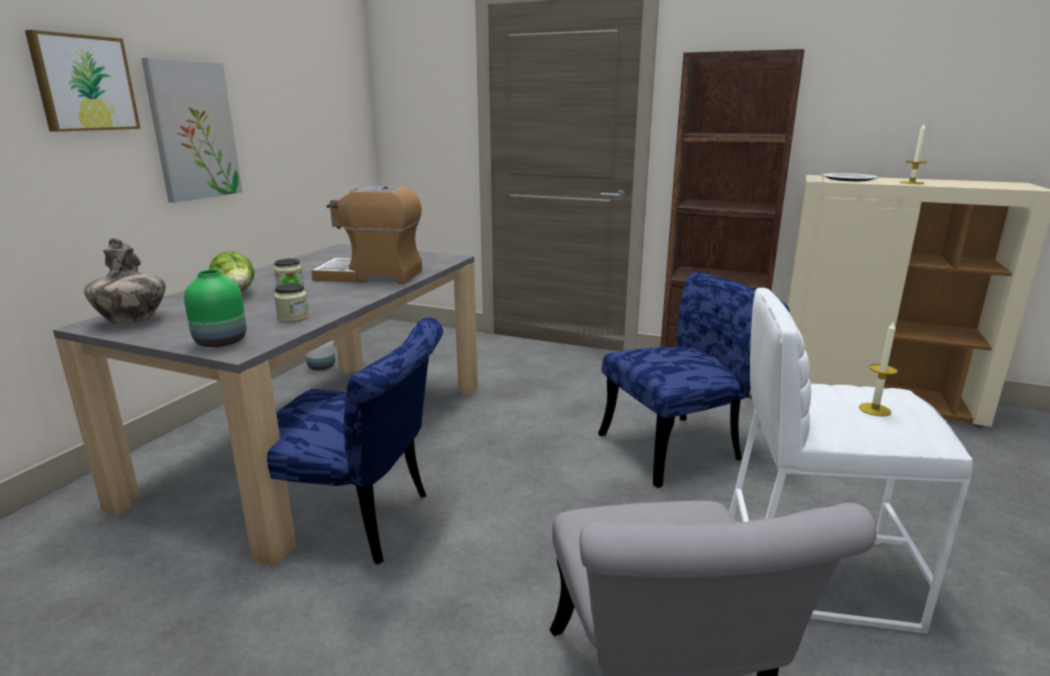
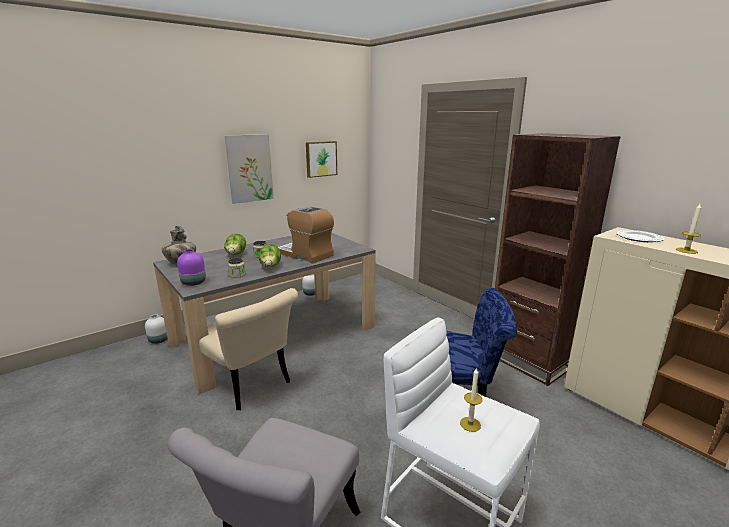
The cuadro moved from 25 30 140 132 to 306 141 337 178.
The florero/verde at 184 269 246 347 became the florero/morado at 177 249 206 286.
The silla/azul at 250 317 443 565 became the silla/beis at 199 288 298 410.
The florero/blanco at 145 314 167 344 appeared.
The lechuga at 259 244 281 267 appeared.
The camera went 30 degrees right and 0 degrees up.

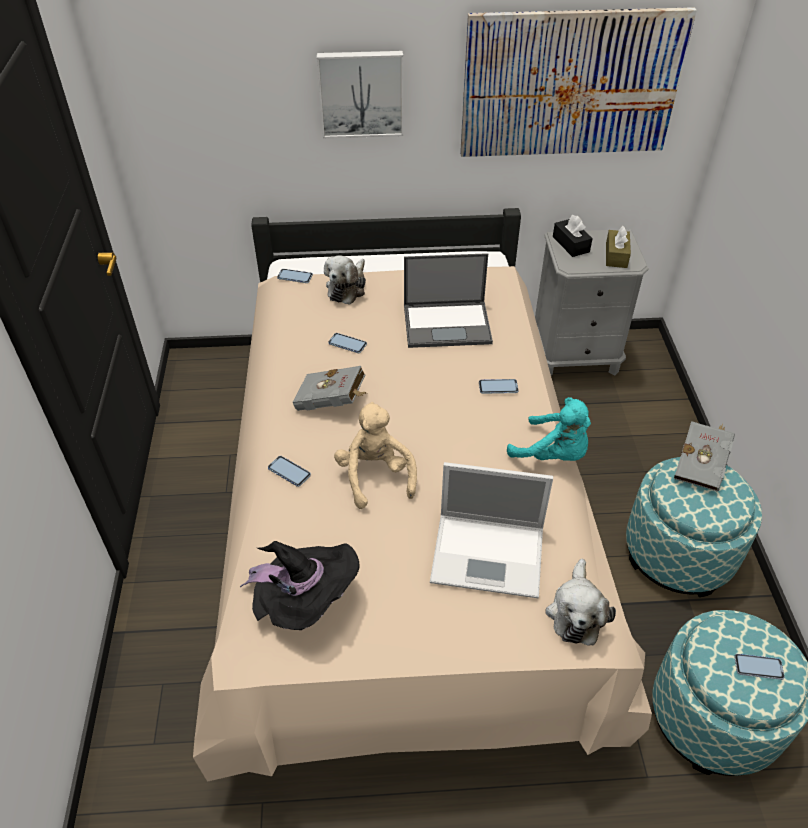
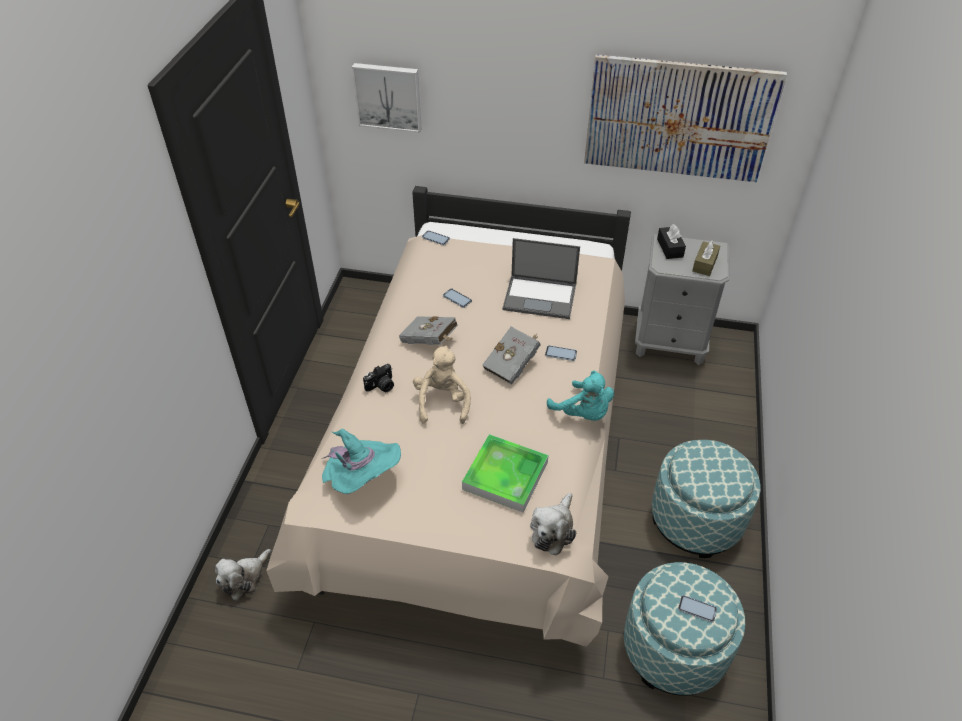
The sombrero/negro at 240 541 360 630 became the sombrero/turquesa at 322 429 401 494.
The móvil at 268 456 311 487 was replaced by the cámara at 363 364 394 392.
The cuadro moved from 317 51 403 138 to 352 63 422 133.
The peluche moved from 324 255 366 305 to 215 549 271 601.
The portátil at 430 462 553 598 was replaced by the bandeja at 462 434 549 512.
The libro/gris moved from 674 421 735 491 to 482 327 540 385.
The camera went 15 degrees right and 0 degrees up.

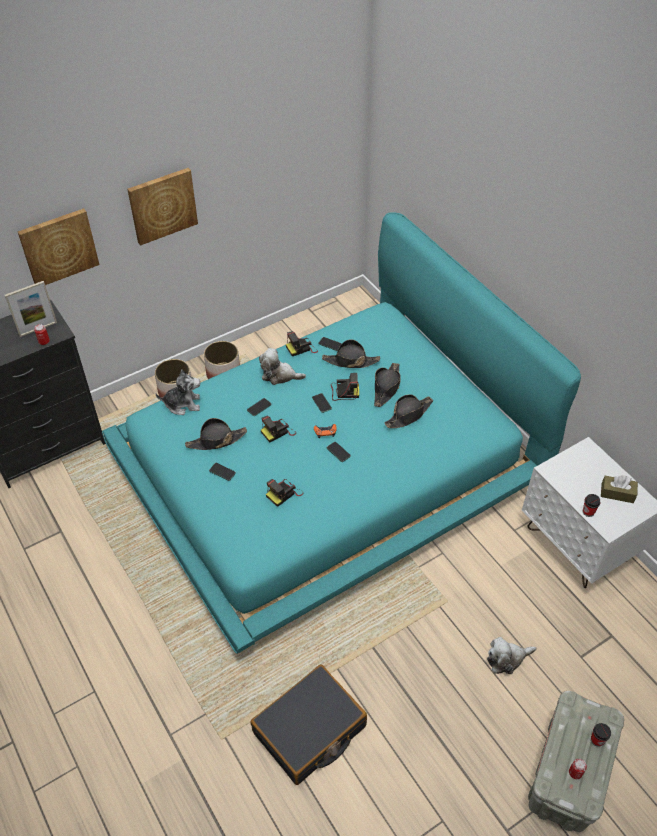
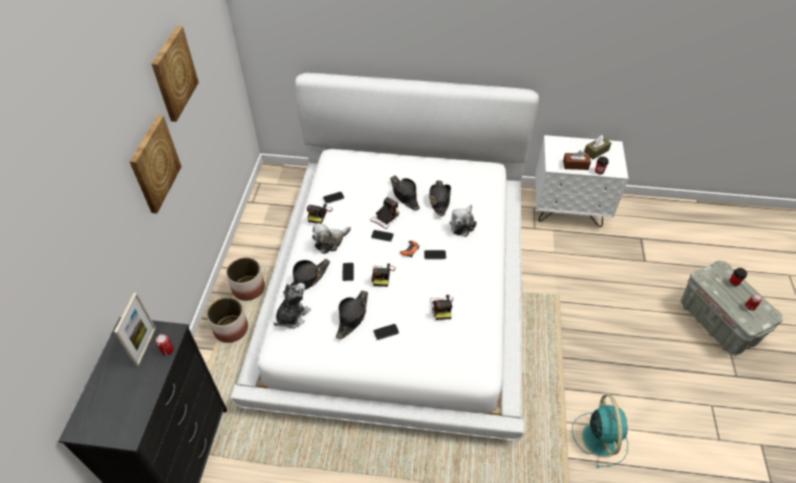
The cuadro moved from 18 208 99 285 to 151 26 199 122.
The cama/turquesa at 102 212 581 654 became the cama/blanco at 230 73 539 440.
The maleta/negro at 251 664 367 785 was replaced by the ventilador/turquesa at 572 395 628 468.
The sombrero/negro moved from 322 339 380 368 to 283 258 330 294.
The peluche moved from 487 637 536 674 to 450 205 477 237.
The caja de pañuelos/marrón at 563 150 591 170 appeared.
The camera went 50 degrees left and 0 degrees up.

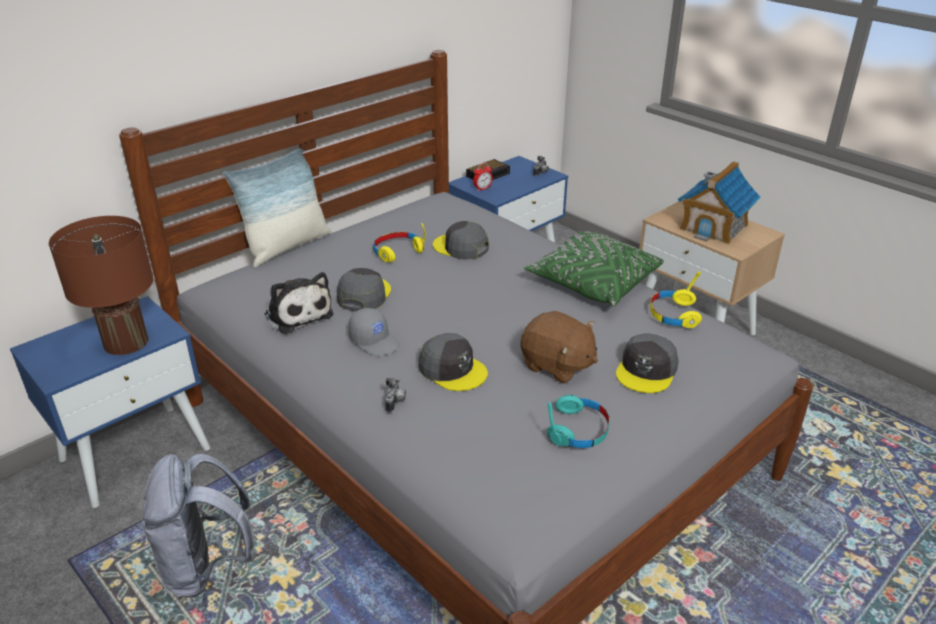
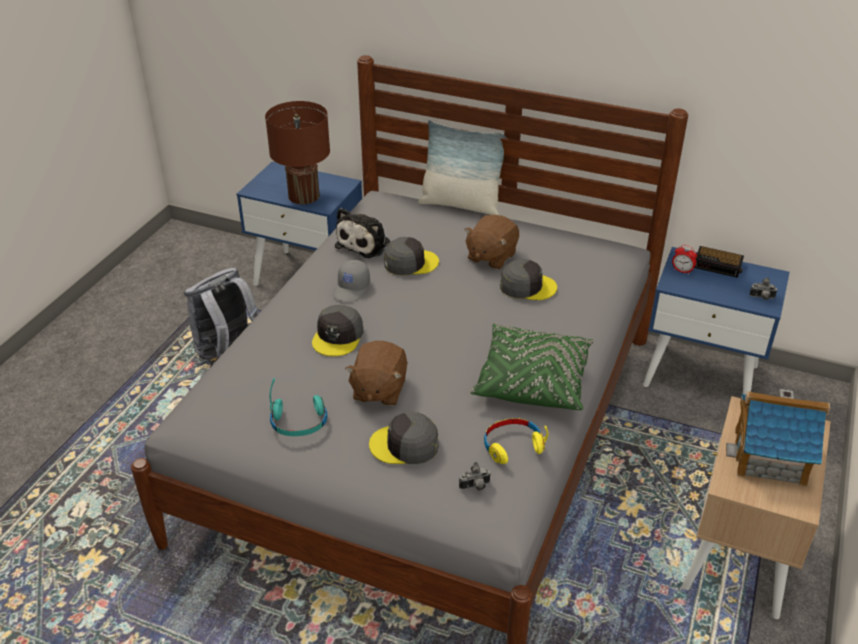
The auriculares/amarillo at 373 223 426 262 was replaced by the peluche/marrón at 464 215 519 269.
The cámara moved from 385 378 406 413 to 459 462 491 490.
The gorra/gris at 433 221 489 260 turned 90 degrees clockwise.
The camera went 65 degrees right and 5 degrees up.

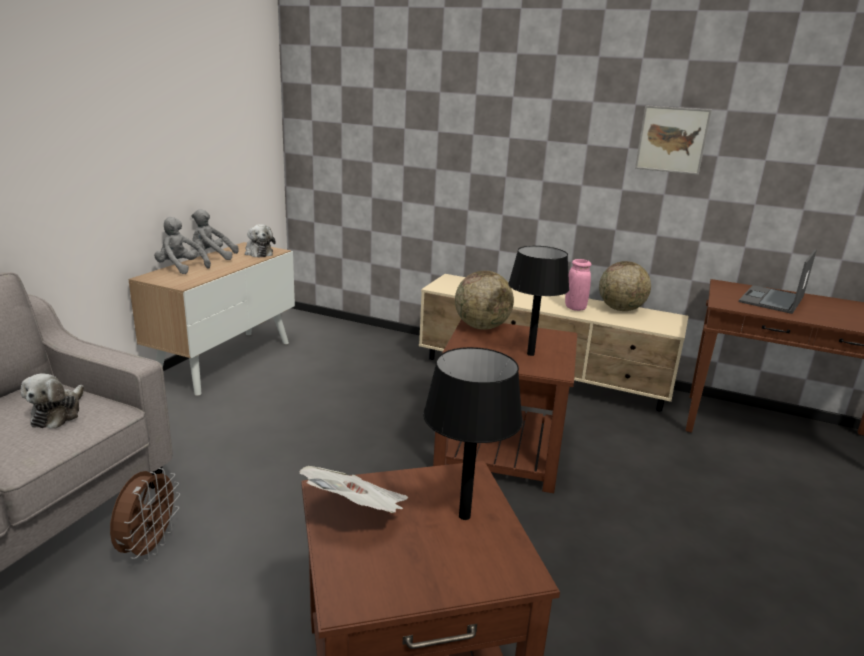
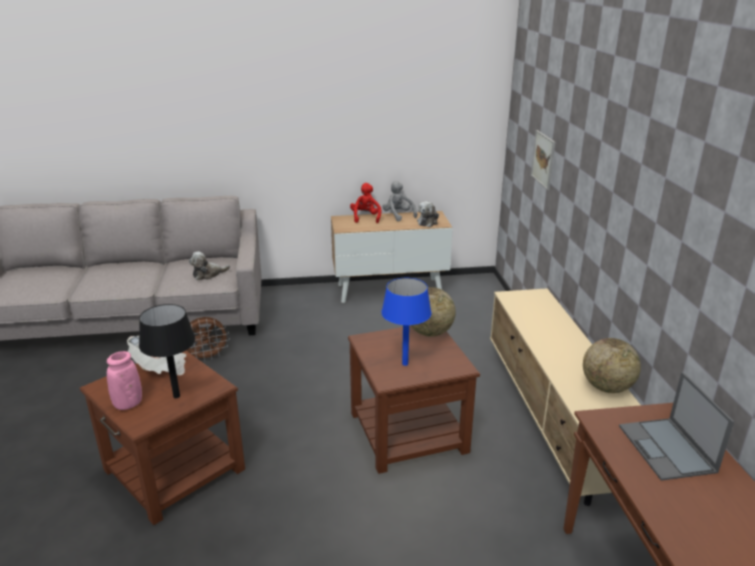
The peluche/gris at 154 217 211 274 became the peluche/rojo at 350 183 381 224.
The lámpara de mesa/negro at 508 246 569 356 became the lámpara de mesa/azul at 381 278 431 366.
The florero/rosa moved from 565 259 591 311 to 107 351 142 410.
The cuadro moved from 635 105 712 175 to 531 130 555 190.
The portátil at 739 249 817 314 turned 105 degrees counterclockwise.
The camera went 60 degrees right and 5 degrees up.

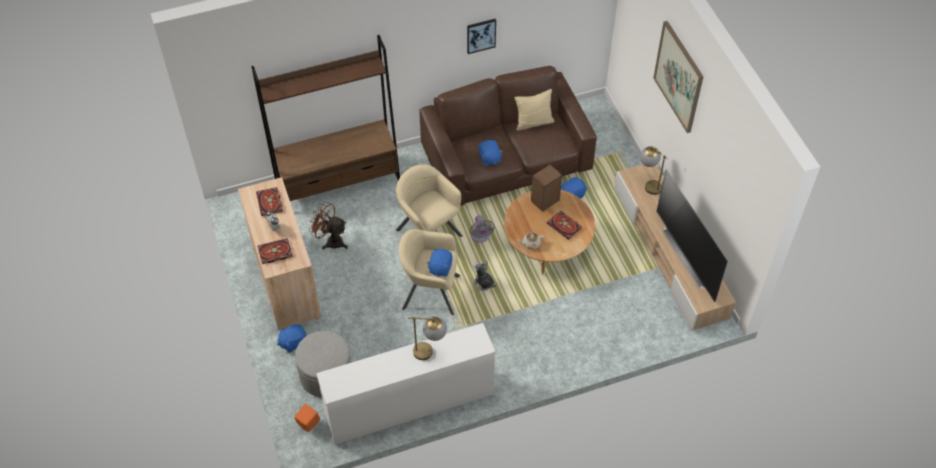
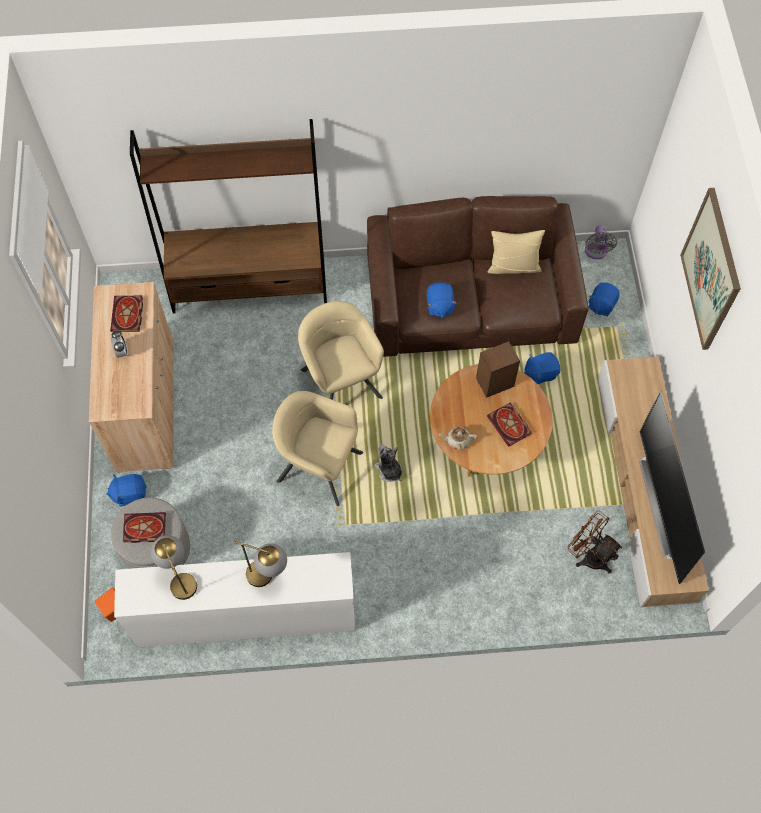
The libro moved from 258 238 293 264 to 123 512 166 543.
The ventilador/marrón moved from 308 202 348 250 to 568 511 622 574.
The peluche/azul moved from 427 249 453 277 to 589 282 620 316.
The cuadro at 467 19 496 54 disappeared.
The ventilador/gris moved from 470 215 495 243 to 585 225 617 259.
The lámpara de mesa moved from 640 146 669 195 to 150 535 197 600.
The camera went 15 degrees right and 10 degrees up.

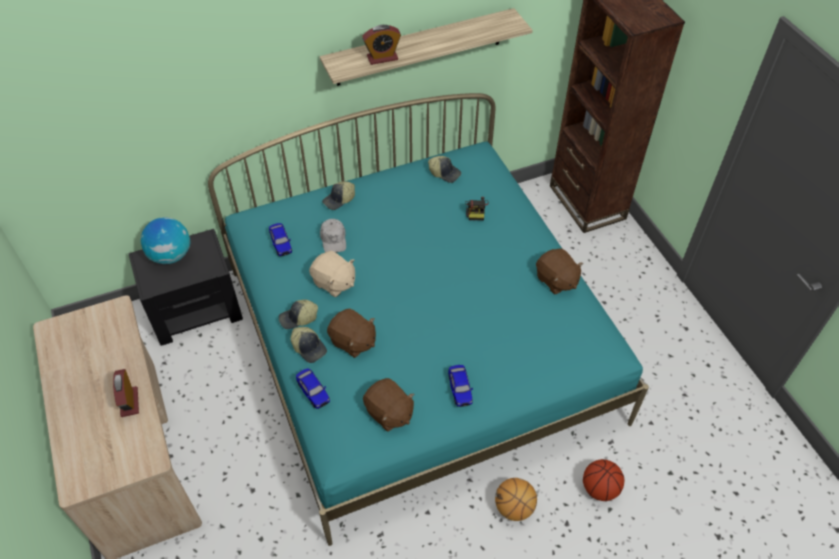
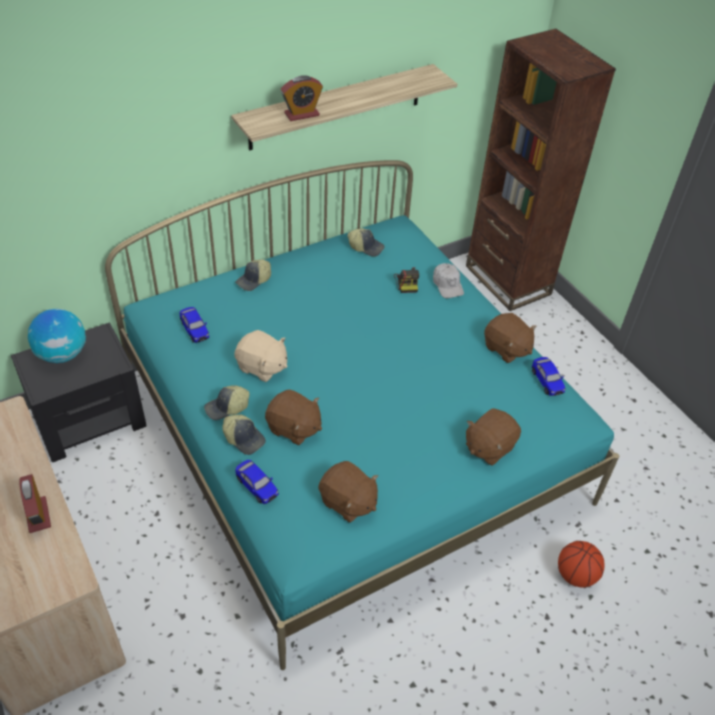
The gorra/blanco moved from 320 219 346 253 to 433 263 464 298.
The coche de juguete moved from 448 365 473 407 to 532 357 566 396.
The balón de baloncesto at 495 478 537 521 disappeared.
The peluche/marrón at 466 408 521 466 appeared.
The camera went 10 degrees left and 5 degrees down.

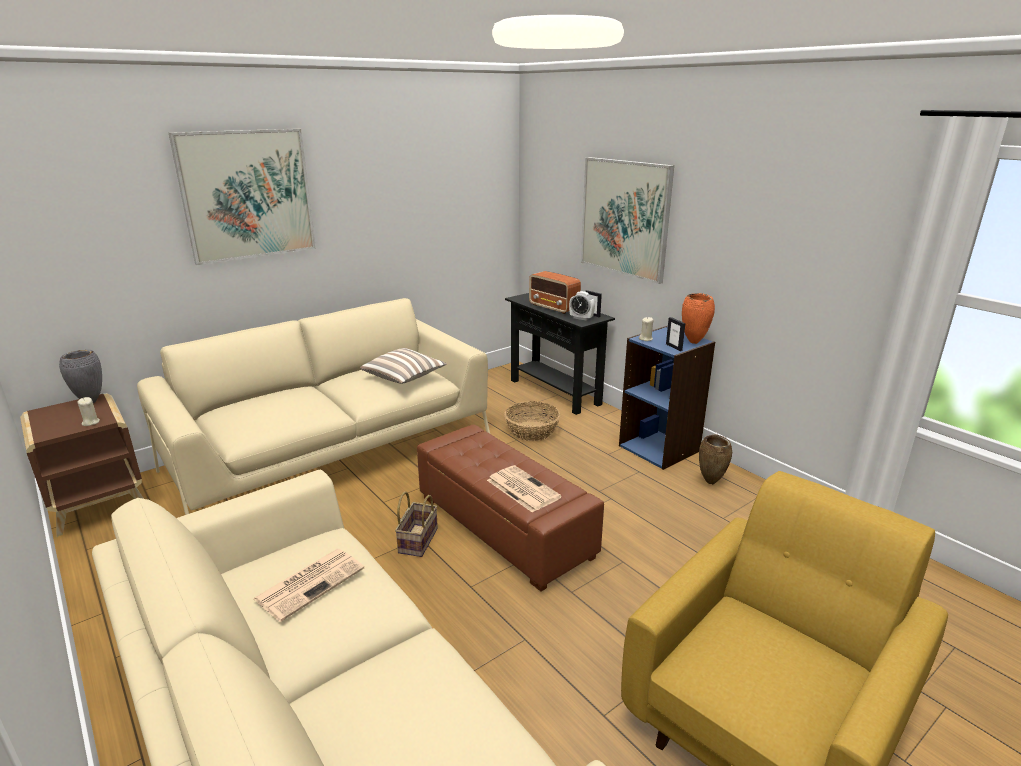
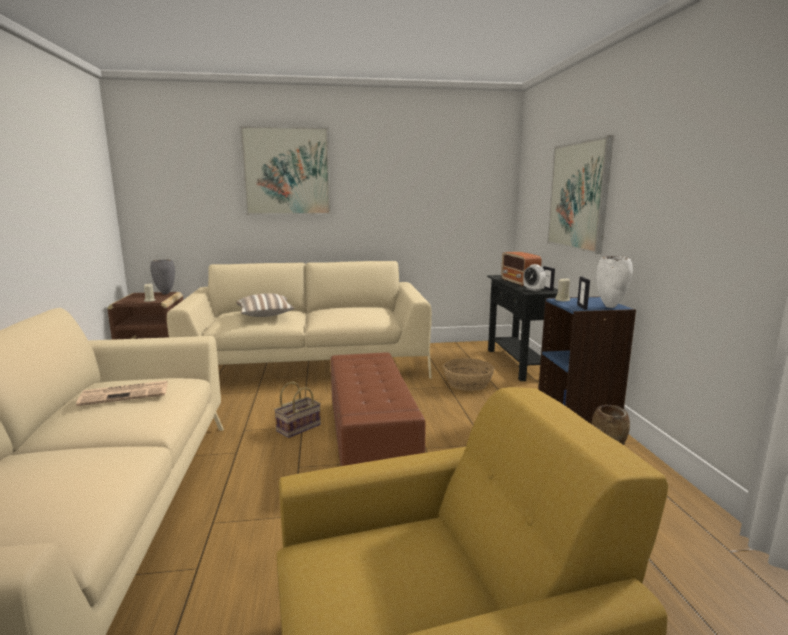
The cojín moved from 360 348 447 384 to 236 293 294 317.
The periódico at 487 465 562 513 disappeared.
The florero/naranja at 682 293 715 344 became the florero/blanco at 596 256 633 308.
The camera went 30 degrees right and 10 degrees down.

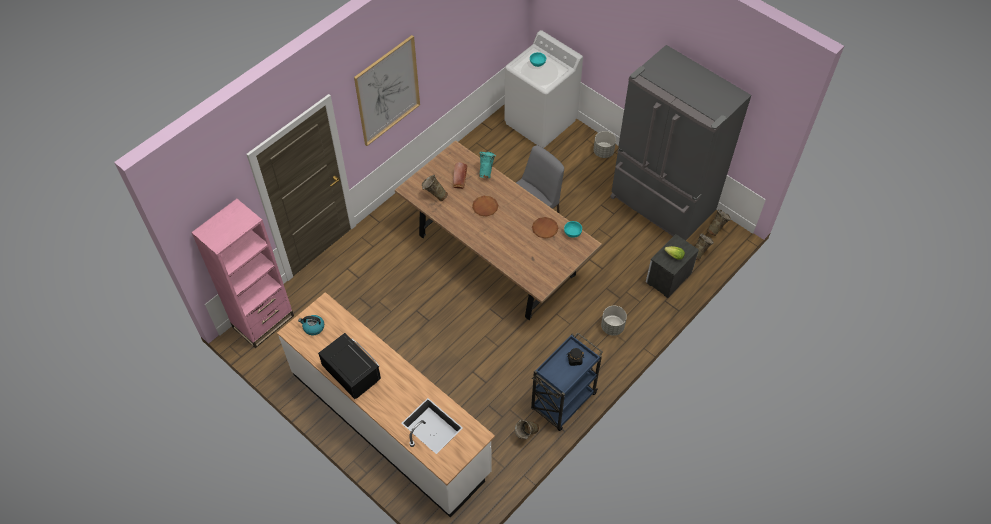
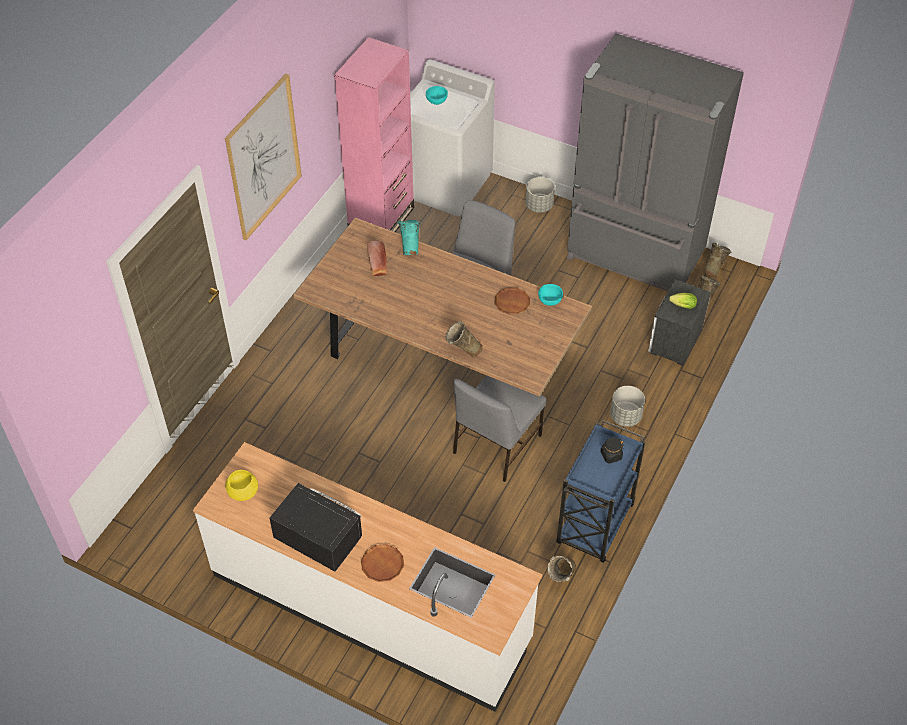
The estantería/rosa moved from 191 199 294 348 to 334 37 414 232.
The hervidor at 298 315 324 335 was replaced by the cuenco/amarillo at 225 470 258 501.
The florero/beis moved from 422 175 448 201 to 445 321 483 357.
The plato/marrón moved from 472 196 498 217 to 361 544 404 582.
The silla/gris at 453 375 546 482 appeared.
The camera went 15 degrees left and 5 degrees down.

